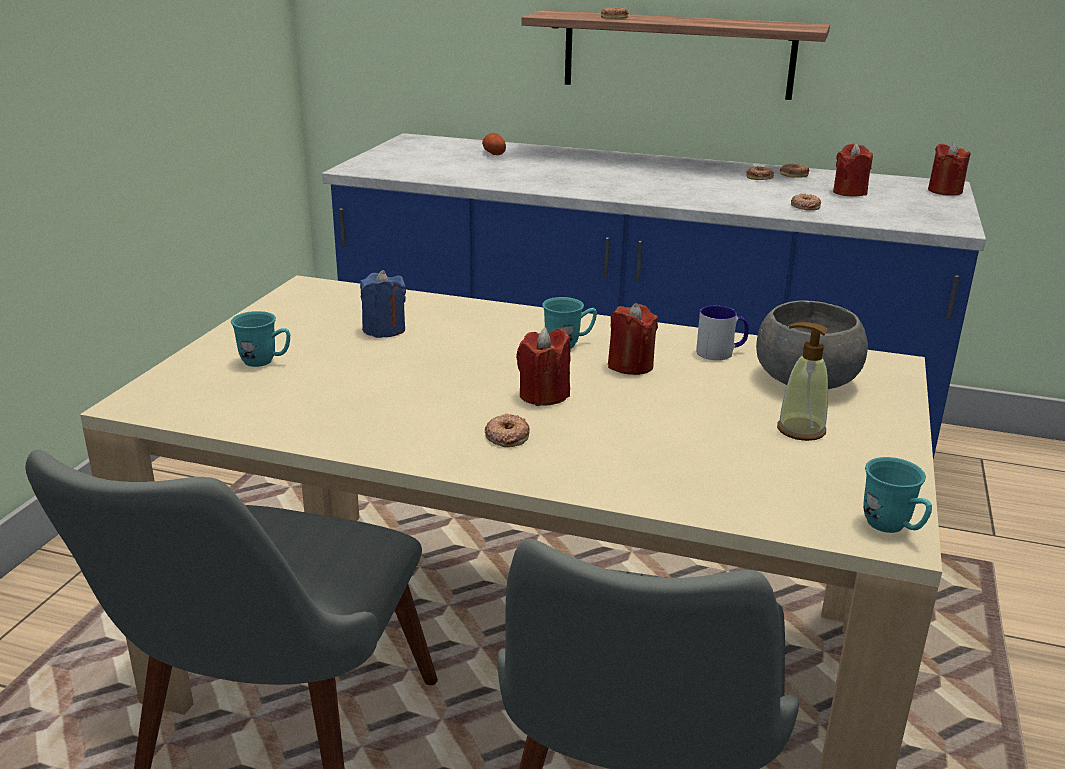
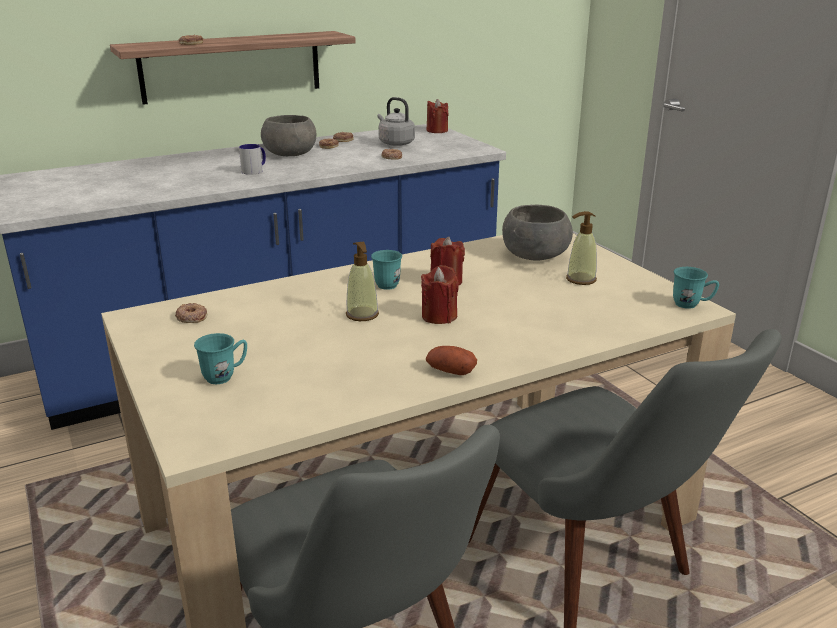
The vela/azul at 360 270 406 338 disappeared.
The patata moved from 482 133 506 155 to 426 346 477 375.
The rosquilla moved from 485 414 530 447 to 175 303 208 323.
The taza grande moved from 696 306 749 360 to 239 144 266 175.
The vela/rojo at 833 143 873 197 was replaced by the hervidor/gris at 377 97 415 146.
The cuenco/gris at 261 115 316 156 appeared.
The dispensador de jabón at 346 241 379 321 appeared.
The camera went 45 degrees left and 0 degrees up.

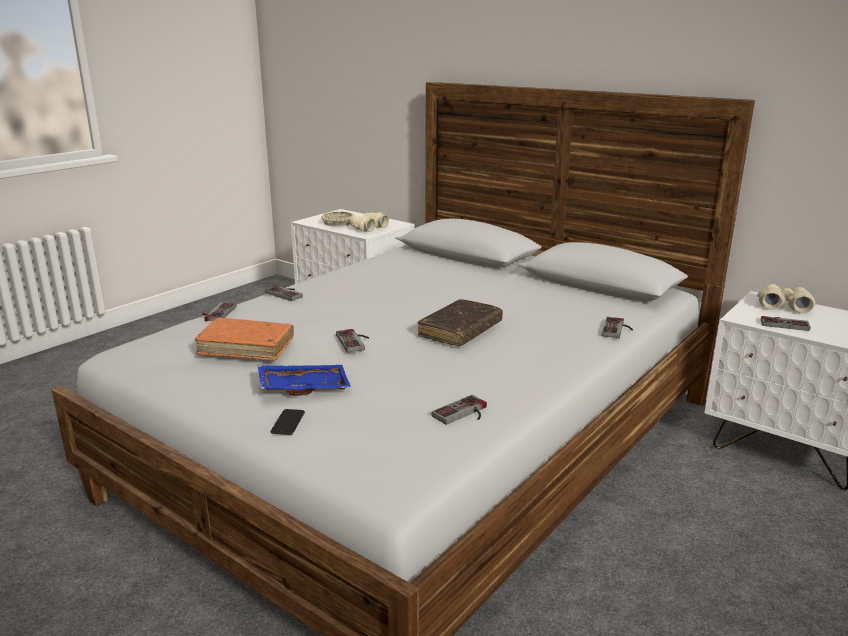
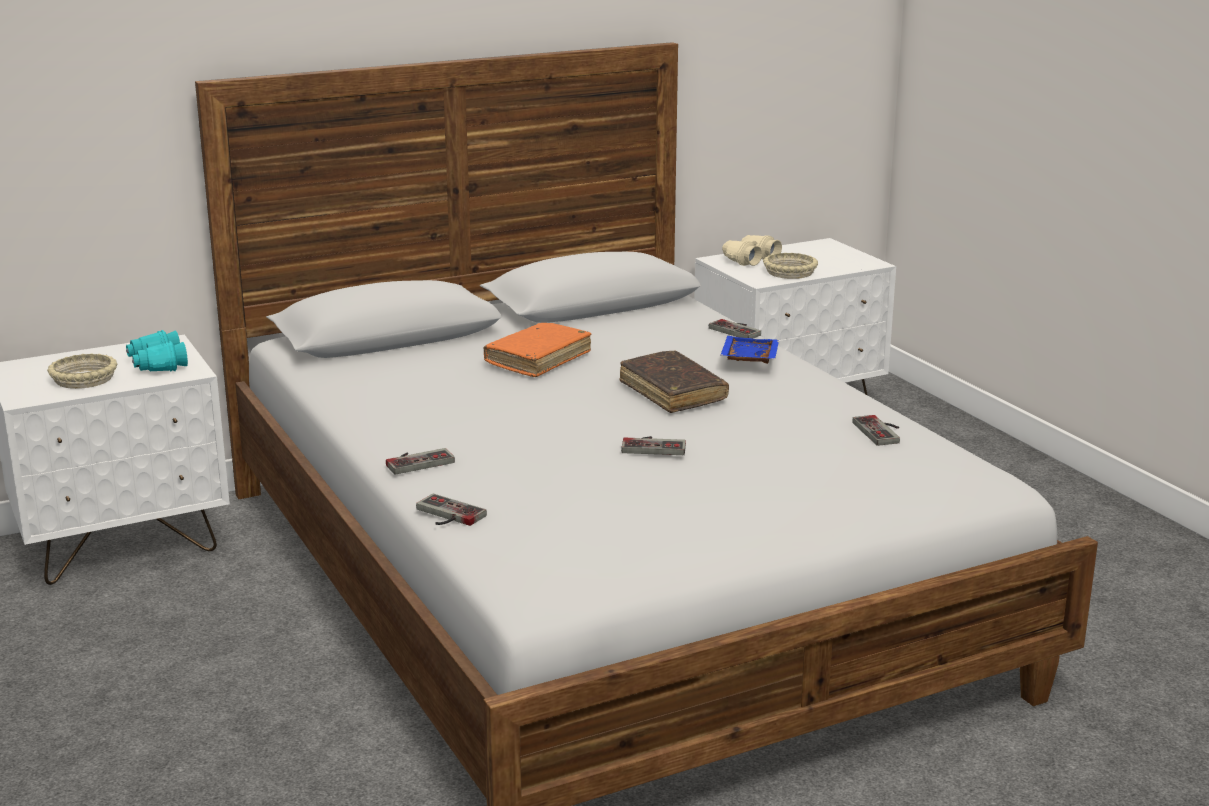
The libro/naranja moved from 195 318 294 361 to 483 323 591 377.
The bandeja/azul moved from 258 365 351 396 to 720 336 779 364.
The móvil at 270 409 305 435 disappeared.
The prismáticos/beis at 350 212 389 232 became the prismáticos/turquesa at 126 330 188 372.
The mando de consola at 761 316 810 331 was replaced by the cuenco/beis at 763 253 818 279.
The camera went 65 degrees left and 0 degrees up.

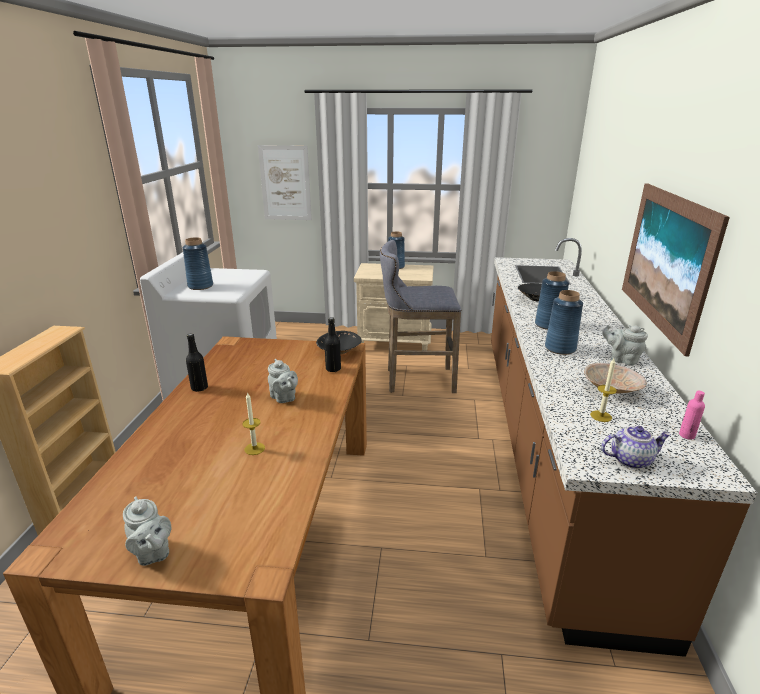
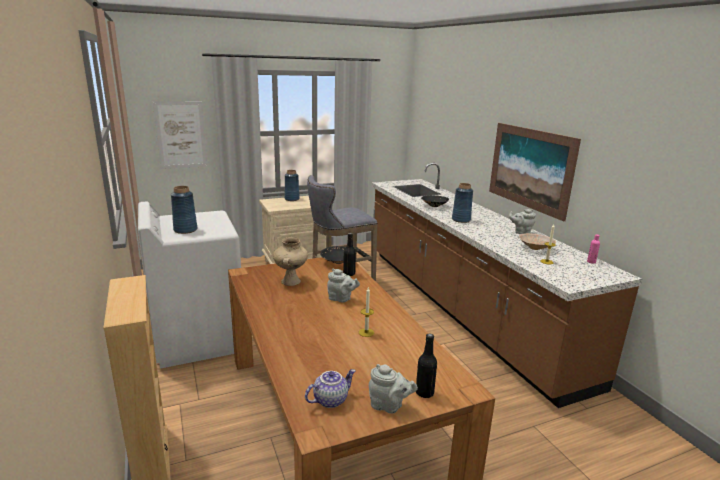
The botella/negro moved from 186 333 208 392 to 416 333 437 398.
The florero/azul at 545 290 583 355 disappeared.
The tetera moved from 601 426 671 469 to 305 369 356 408.
The florero/beis at 273 237 308 286 appeared.
The camera went 30 degrees left and 5 degrees down.

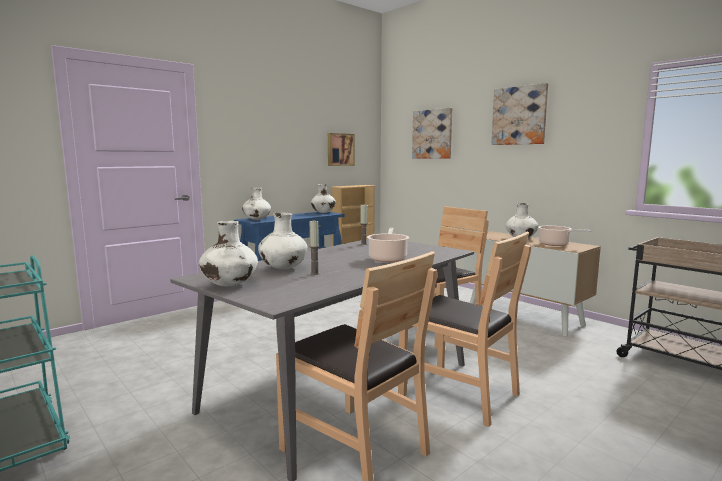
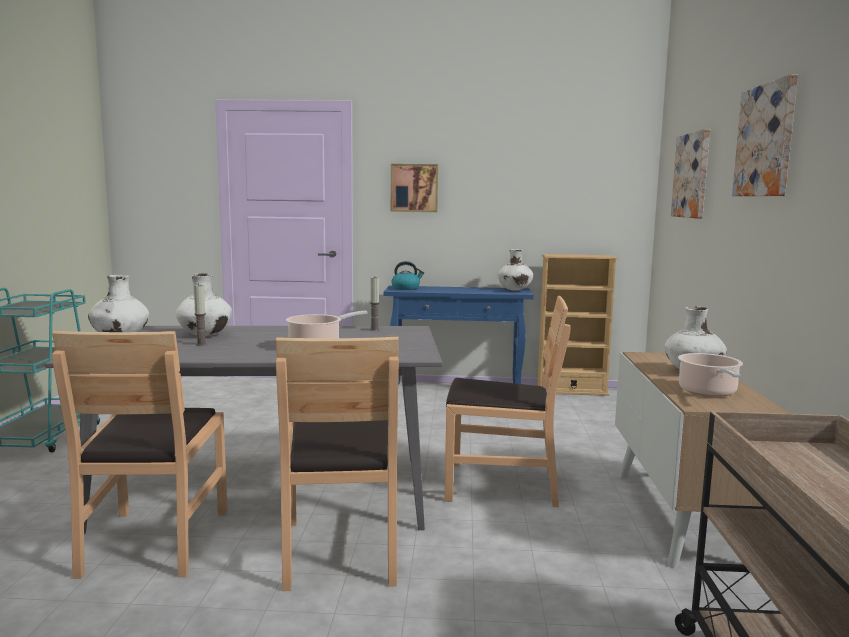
The florero/blanco at 242 188 271 220 was replaced by the hervidor at 392 261 424 290.
The cuadro moved from 328 133 355 166 to 391 164 438 212.
The camera went 45 degrees right and 0 degrees up.

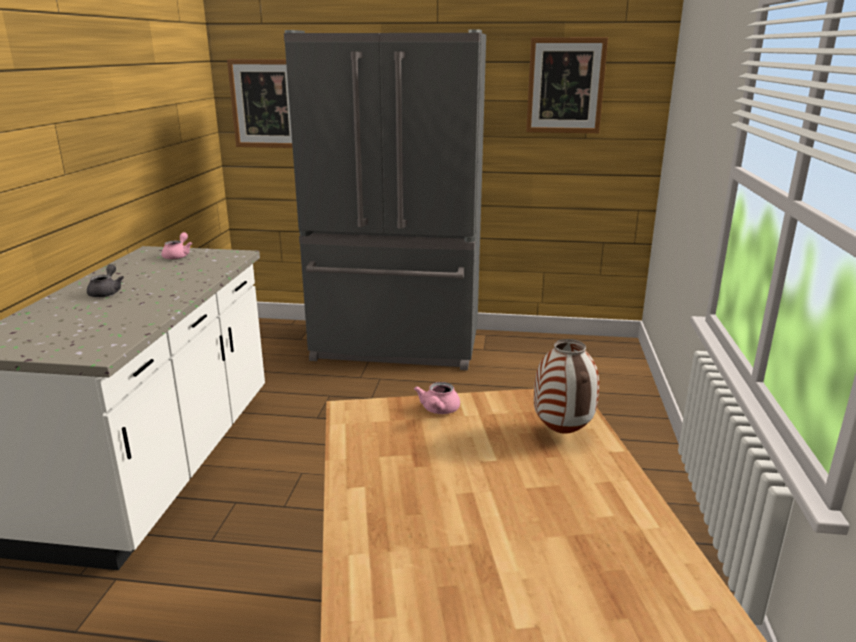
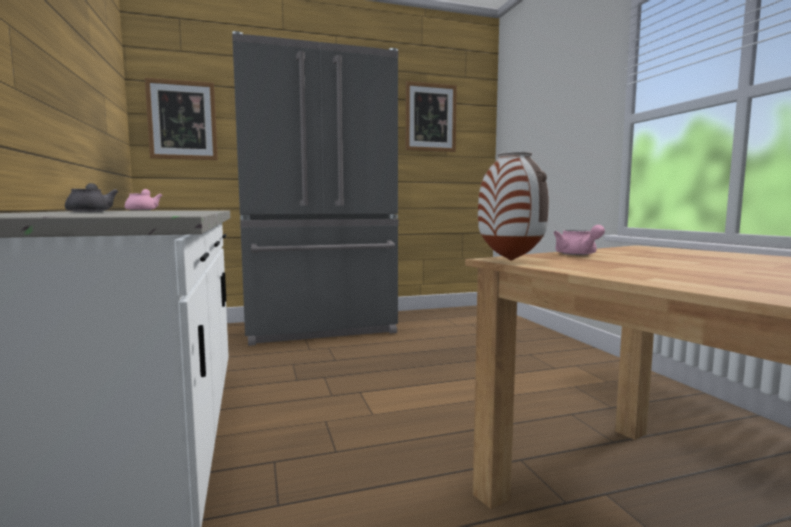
The florero moved from 534 339 599 434 to 478 151 549 261.
The camera went 25 degrees left and 15 degrees down.

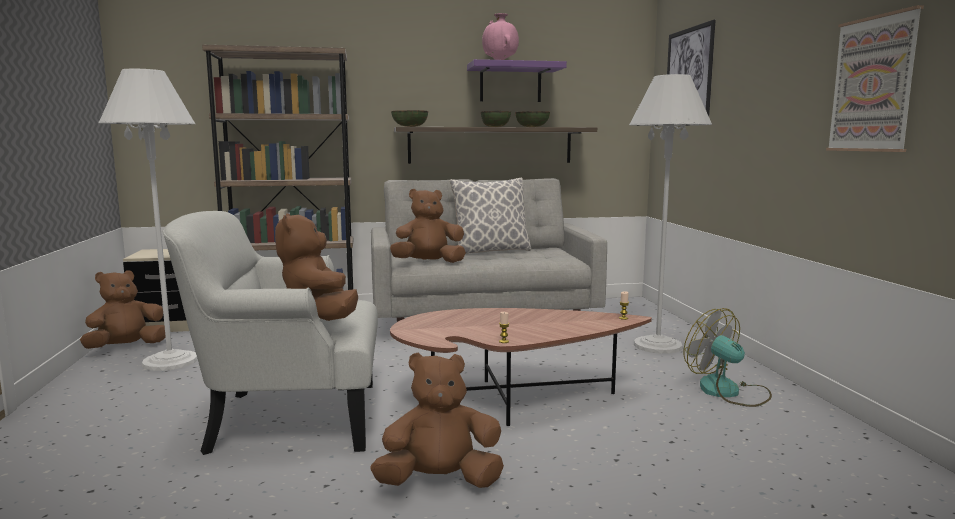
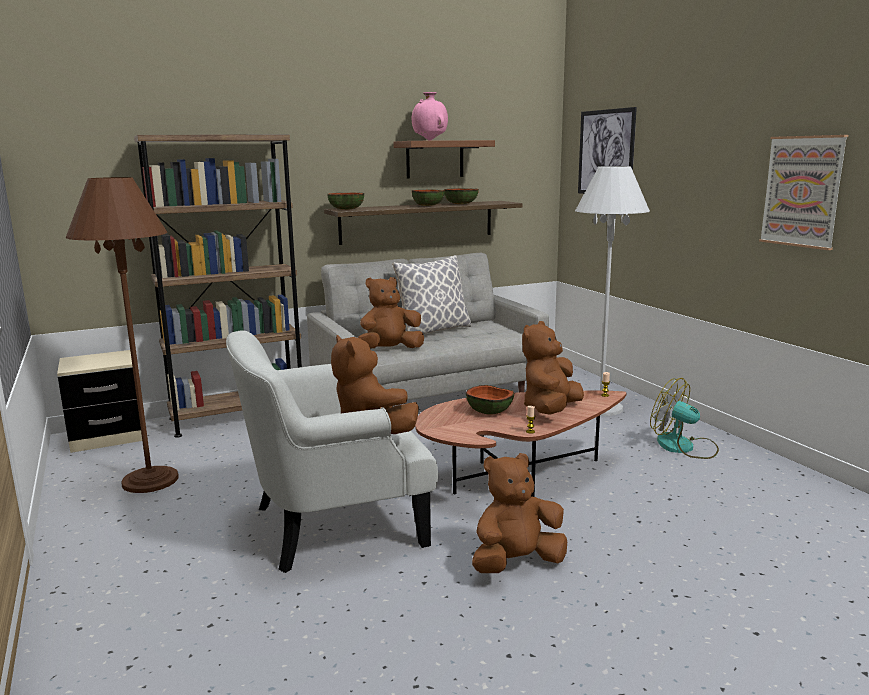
The peluche/marrón moved from 80 270 166 349 to 522 321 584 415.
The lámpara de pie/blanco at 98 69 198 371 became the lámpara de pie/marrón at 66 177 179 493.
The estante/morado at 467 59 567 102 became the estante/marrón at 393 140 495 178.
The cuenco at 466 385 514 415 appeared.
The camera went 15 degrees left and 5 degrees up.

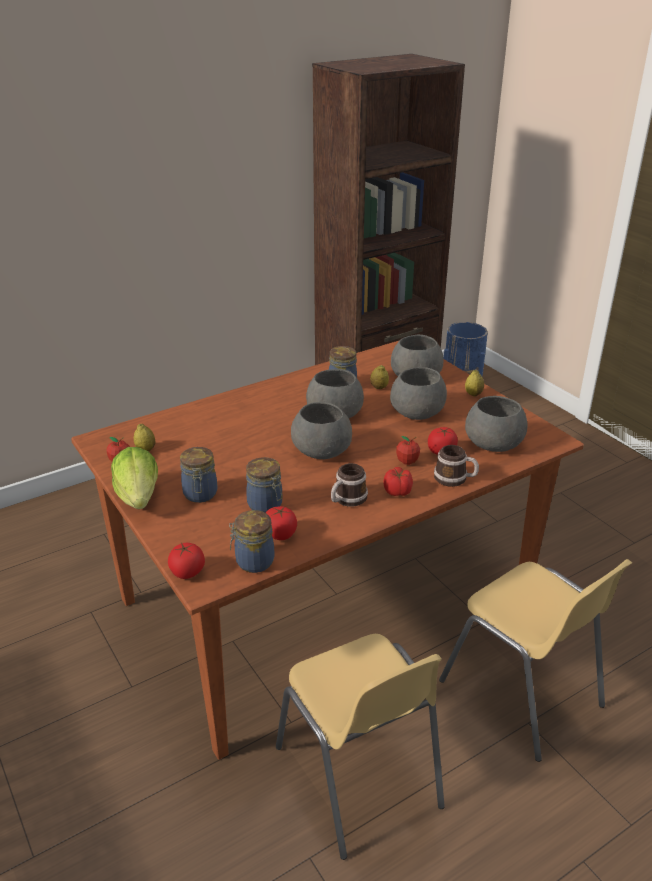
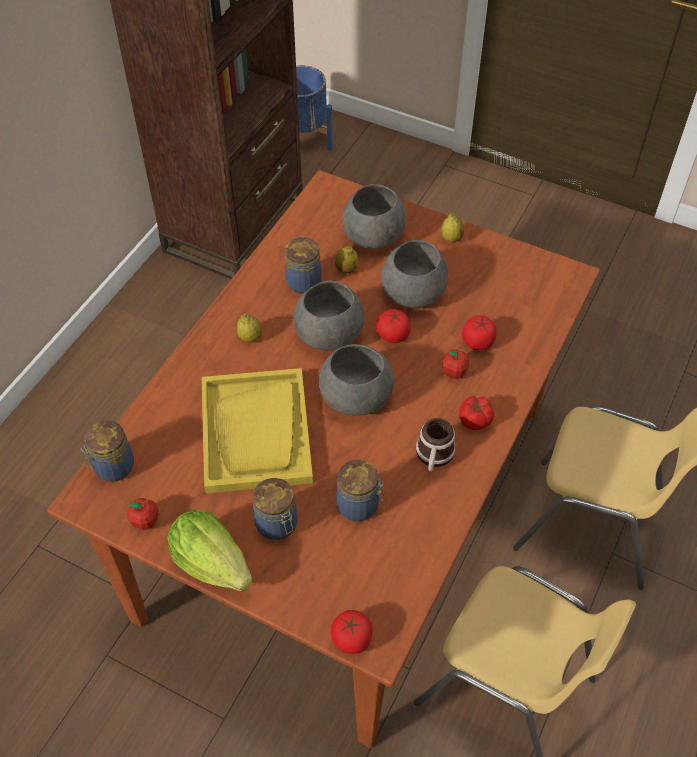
The limón moved from 134 424 156 451 to 237 314 262 342.
The tarro moved from 229 510 274 573 to 81 420 134 482.
The tomate moved from 266 506 297 540 to 376 309 411 343.
The taza grande at 434 445 479 487 disappeared.
The cuenco/gris at 465 396 528 452 disappeared.
The bandeja/amarillo at 202 368 313 493 appeared.
The camera went 30 degrees left and 20 degrees up.

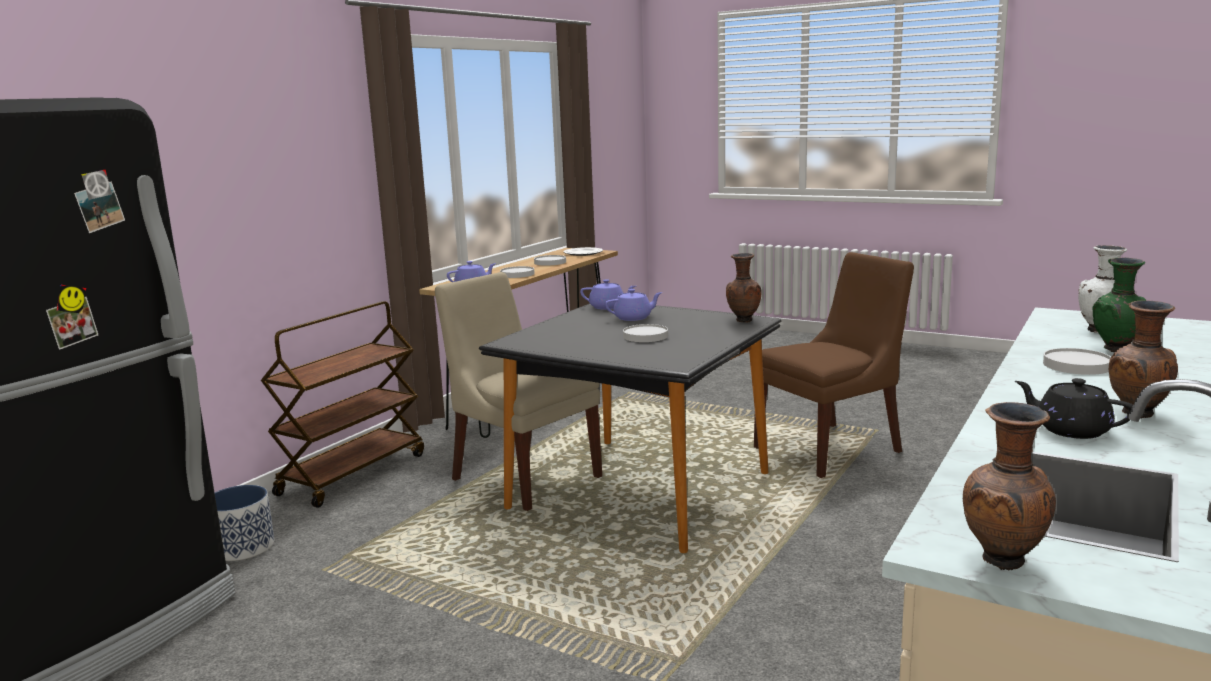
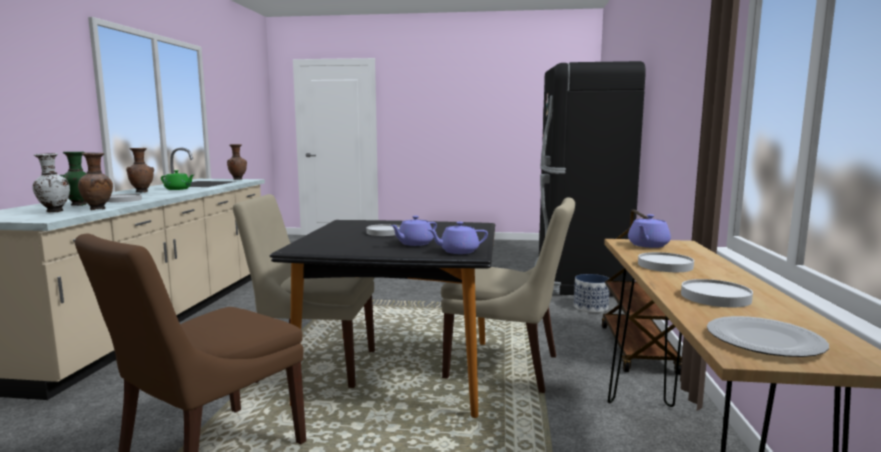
The florero/marrón moved from 726 253 761 323 to 78 152 113 210.
The tetera/negro at 1015 378 1133 439 became the tetera/verde at 161 170 194 190.
The silla/beis at 233 194 375 388 appeared.
The camera went 155 degrees right and 5 degrees down.

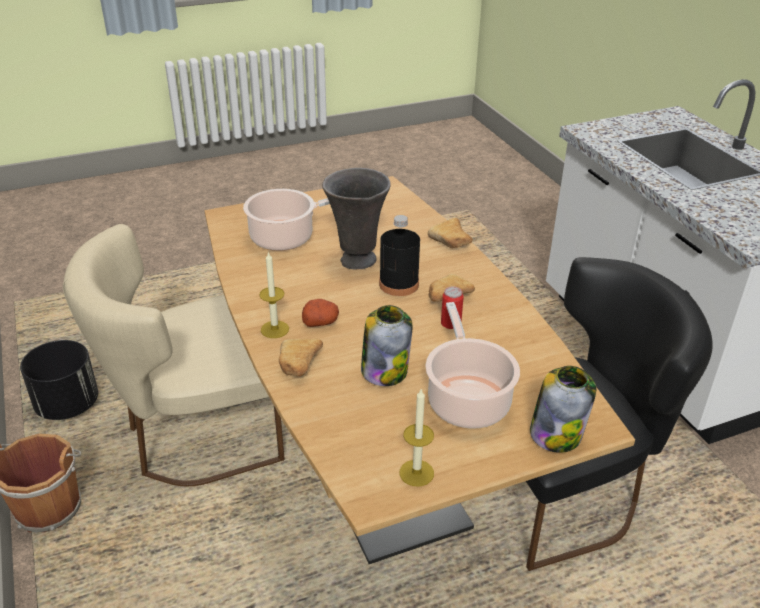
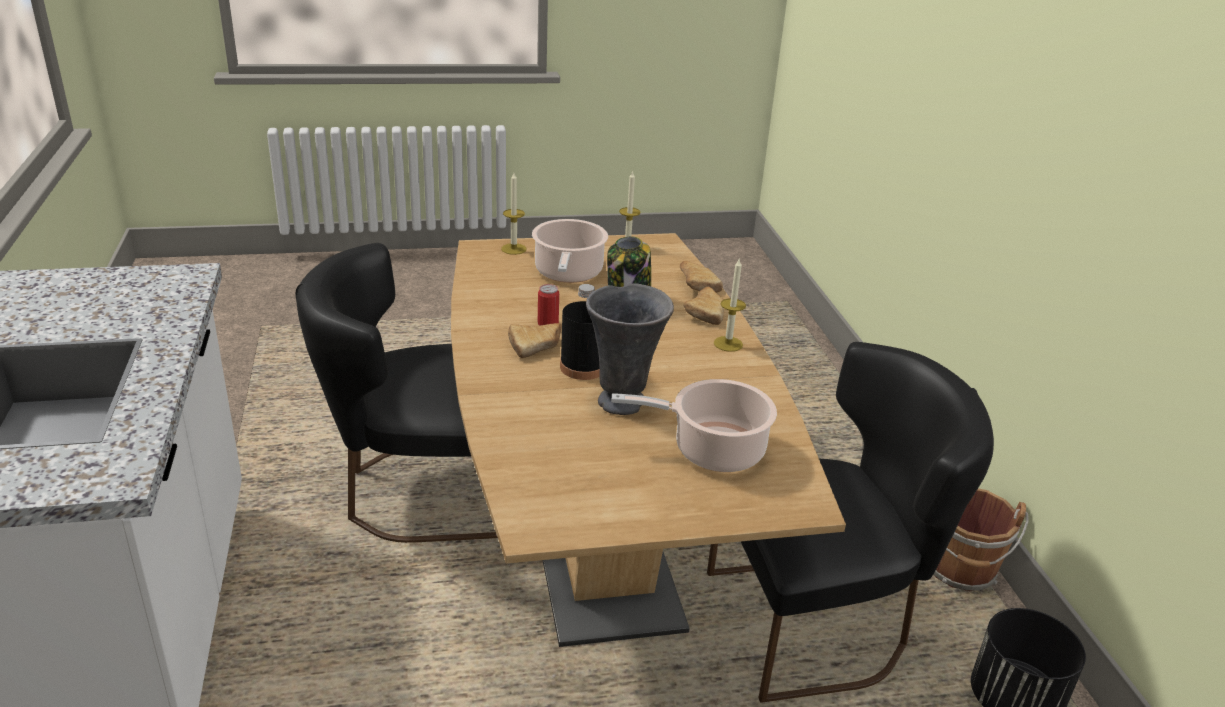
The silla/beis at 63 224 285 486 became the silla/negro at 707 342 994 703.
The patata at 302 299 339 327 disappeared.
The pan moved from 428 218 473 248 to 680 261 723 292.
The tarro at 530 366 596 453 was replaced by the vela at 501 173 526 255.
The camera went 170 degrees left and 5 degrees down.

